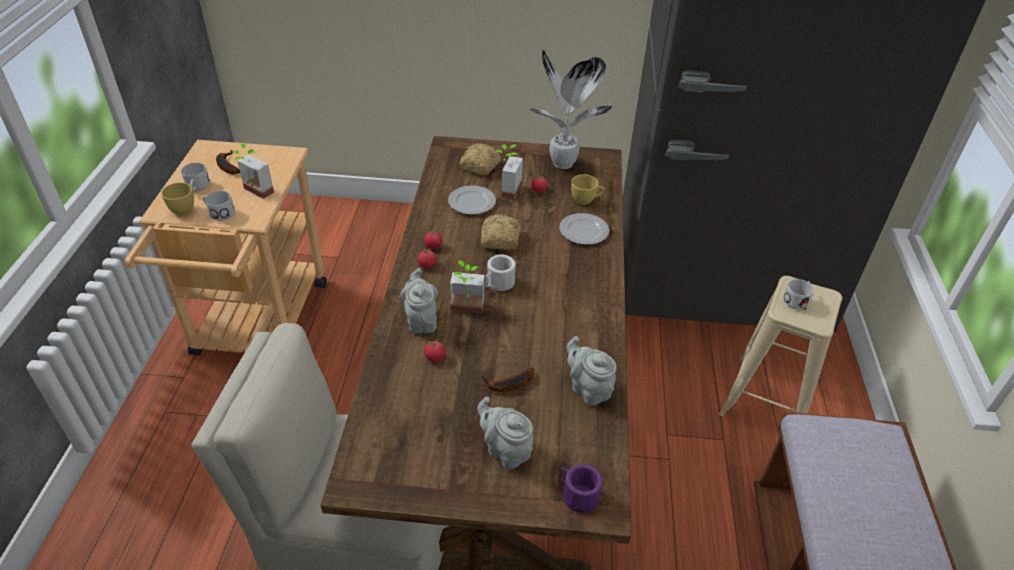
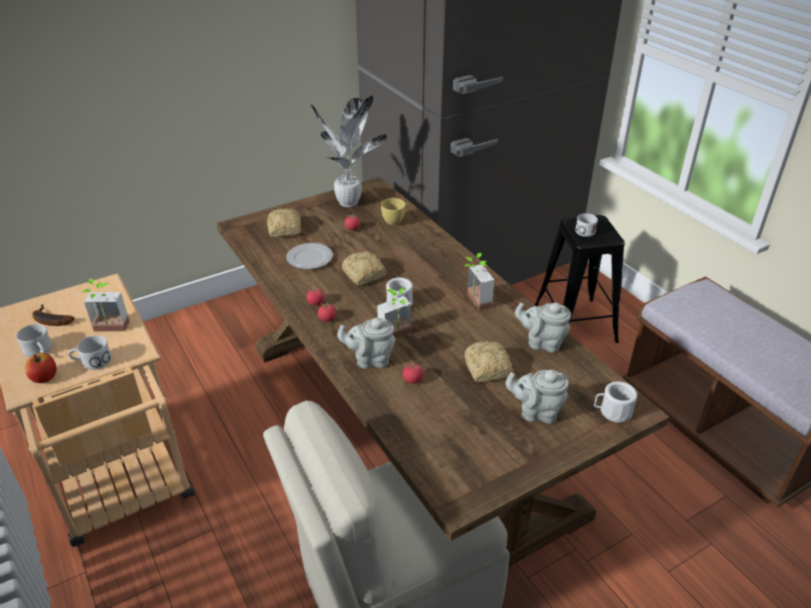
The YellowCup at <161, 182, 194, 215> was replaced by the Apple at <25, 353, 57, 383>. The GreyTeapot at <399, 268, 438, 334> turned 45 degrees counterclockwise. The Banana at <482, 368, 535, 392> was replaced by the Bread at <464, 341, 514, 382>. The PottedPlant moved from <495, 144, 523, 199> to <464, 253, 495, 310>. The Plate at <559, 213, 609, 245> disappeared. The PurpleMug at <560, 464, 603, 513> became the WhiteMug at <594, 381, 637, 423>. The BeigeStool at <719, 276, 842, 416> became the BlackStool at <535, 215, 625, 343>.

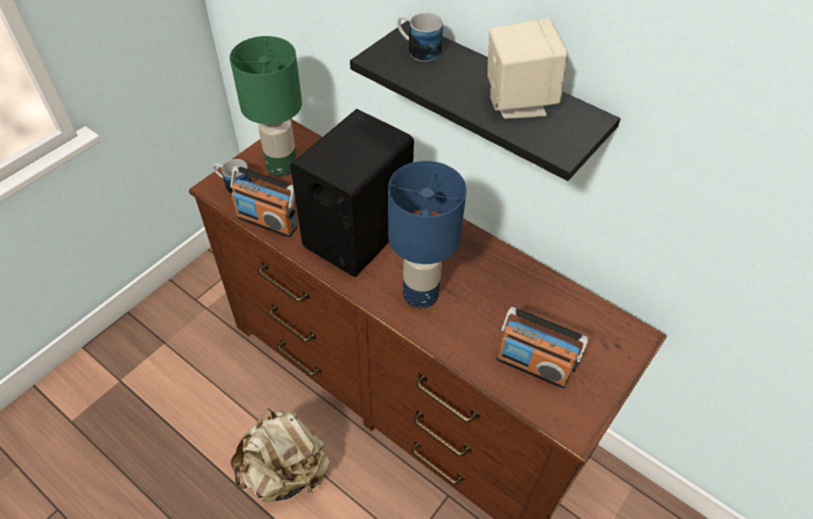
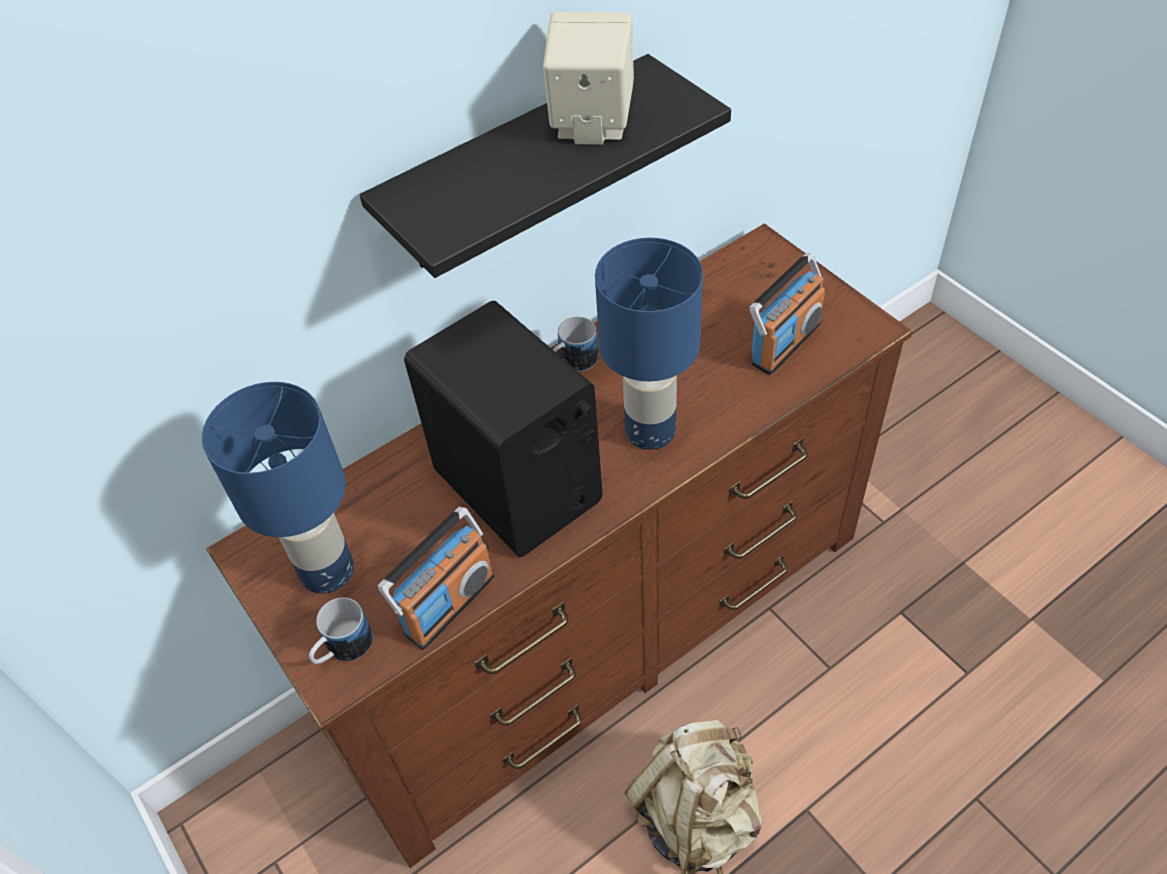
The GreenTableLamp at <230, 36, 302, 176> became the BlueTableLamp at <202, 382, 354, 594>. The Mug moved from <397, 13, 443, 62> to <552, 317, 598, 371>.

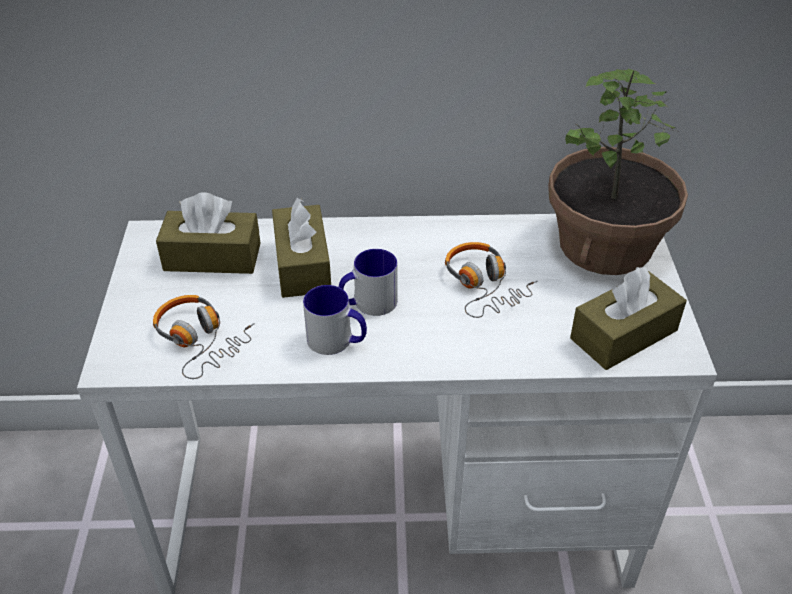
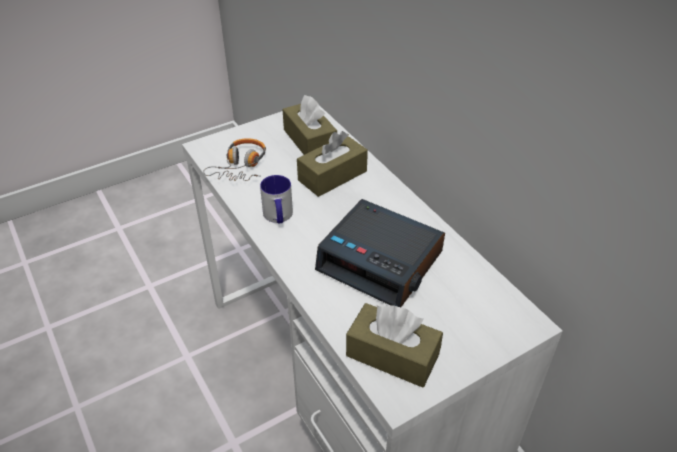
The Mug at <339, 249, 397, 316> disappeared. The Headphones at <445, 242, 538, 318> was replaced by the AlarmClock at <315, 199, 445, 307>. The PottedPlant at <548, 68, 688, 275> disappeared.

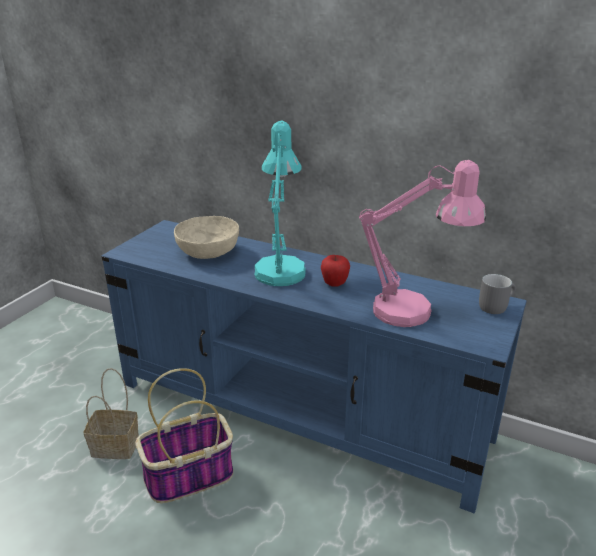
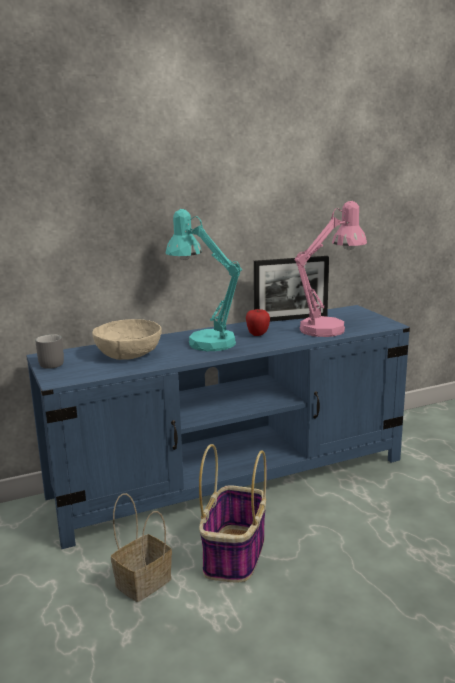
The GreyMug moved from <479, 274, 516, 314> to <35, 334, 64, 369>. The PictureFrame at <254, 256, 329, 322> appeared.

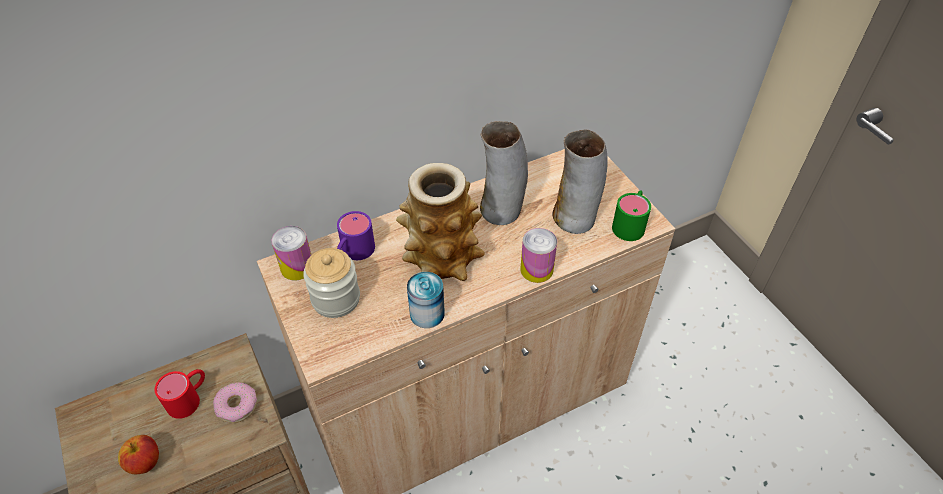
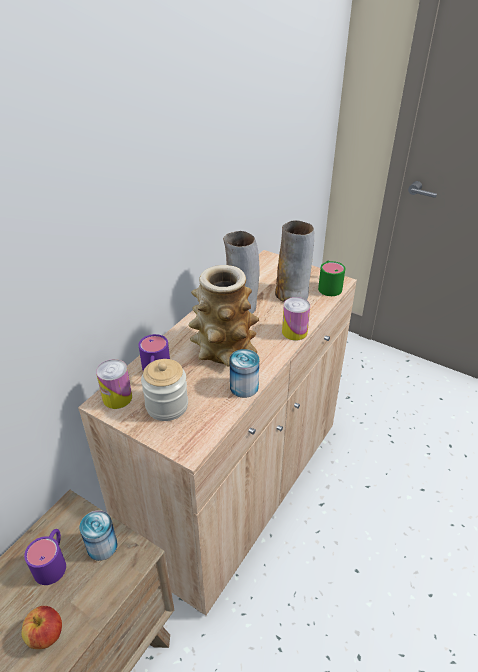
The RedMug at <155, 369, 205, 419> became the PurpleMug at <24, 529, 66, 585>. The Donut at <213, 382, 257, 423> was replaced by the Can at <79, 510, 118, 561>.

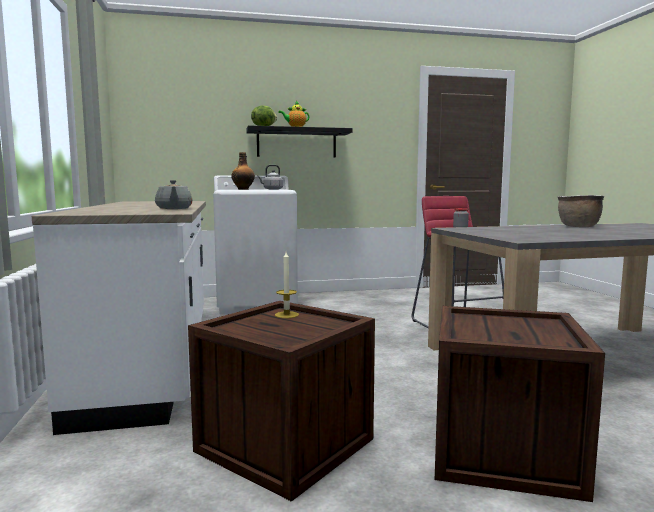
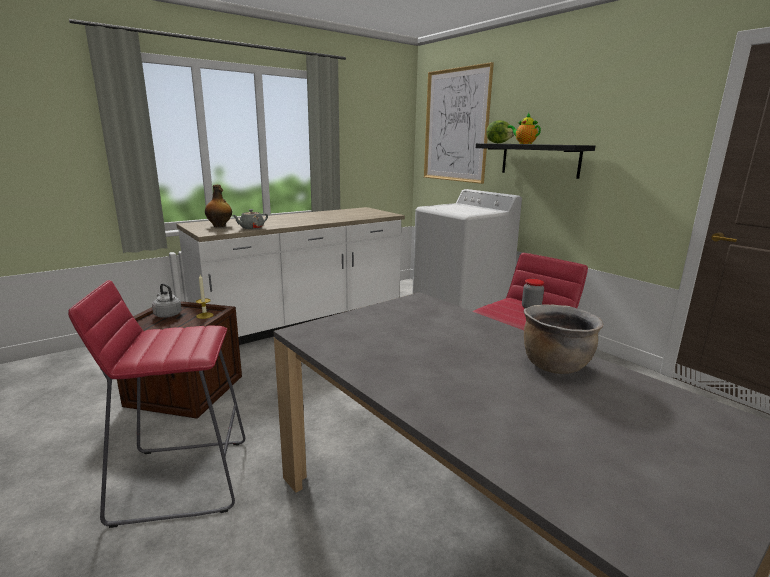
The Bottle moved from <231, 152, 255, 190> to <205, 185, 232, 227>. The GreyKettle moved from <257, 165, 283, 190> to <152, 283, 182, 318>. The Crate at <434, 306, 605, 502> was replaced by the RedStool at <68, 280, 245, 528>. The Picture at <424, 62, 494, 184> appeared.

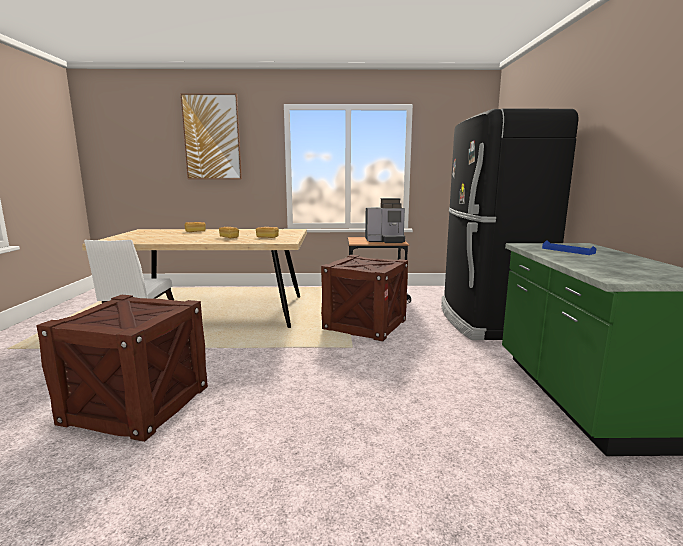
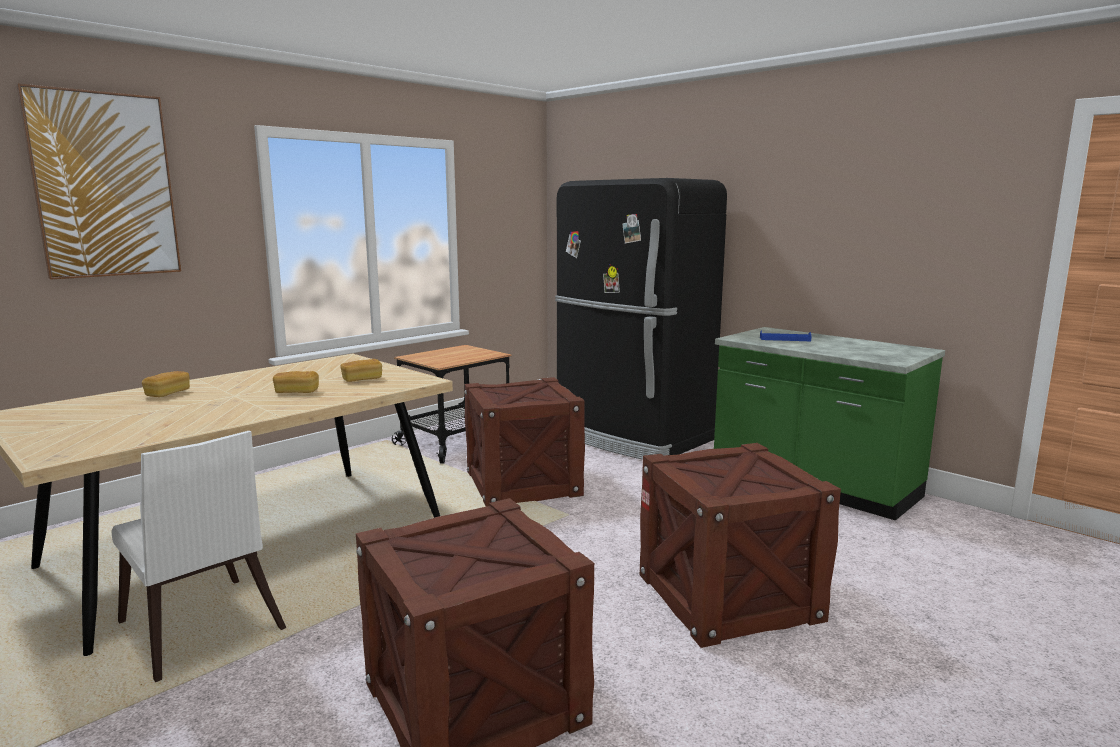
The CoffeeMachine at <365, 198, 405, 243> disappeared. The Crate at <640, 443, 841, 648> appeared.

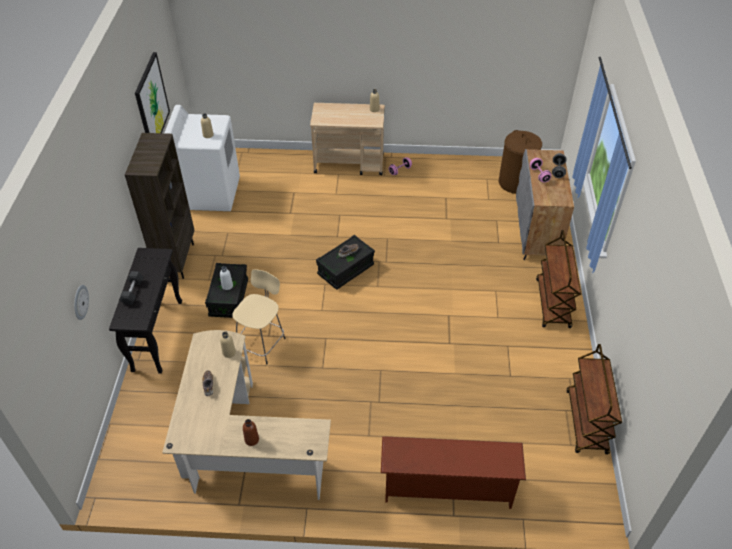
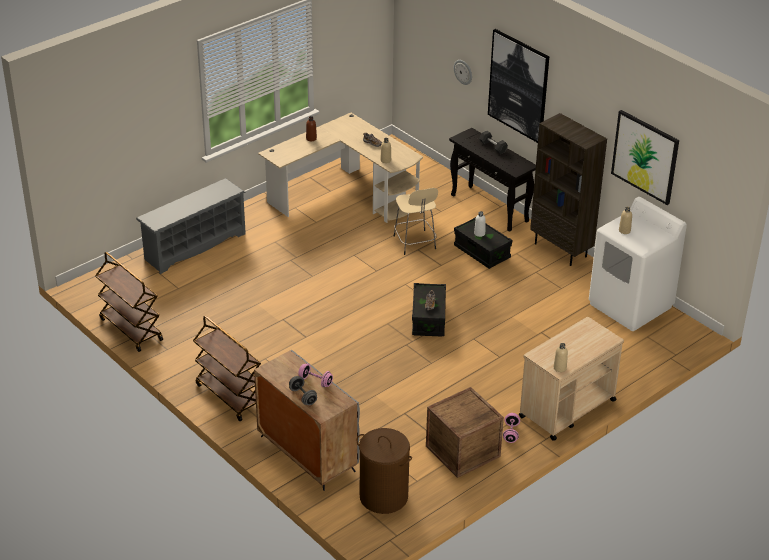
The BrownShoeRack at <381, 436, 526, 509> became the GreyShoeRack at <136, 178, 246, 274>. The Crate at <426, 387, 504, 478> appeared. The Picture at <488, 29, 549, 143> appeared.

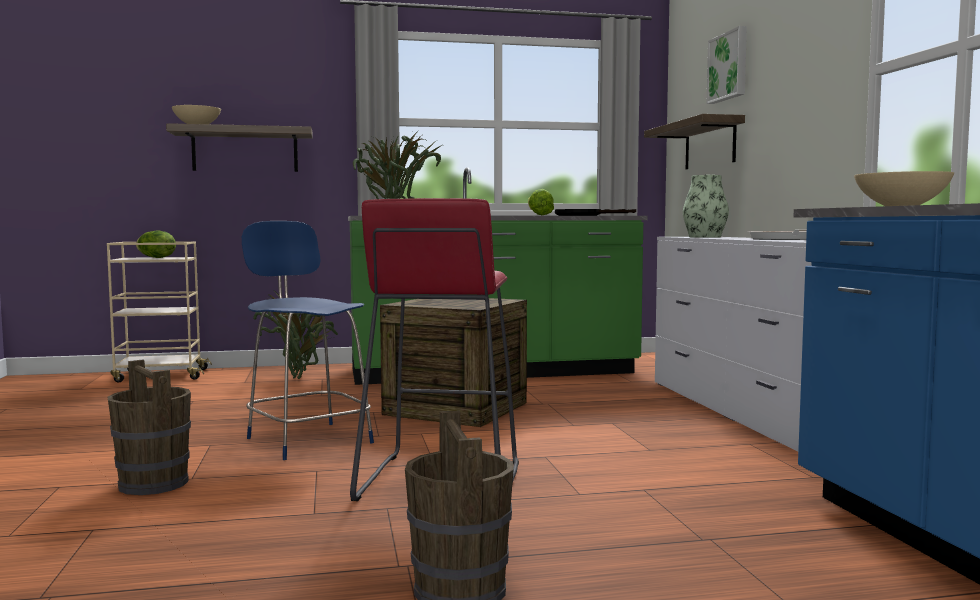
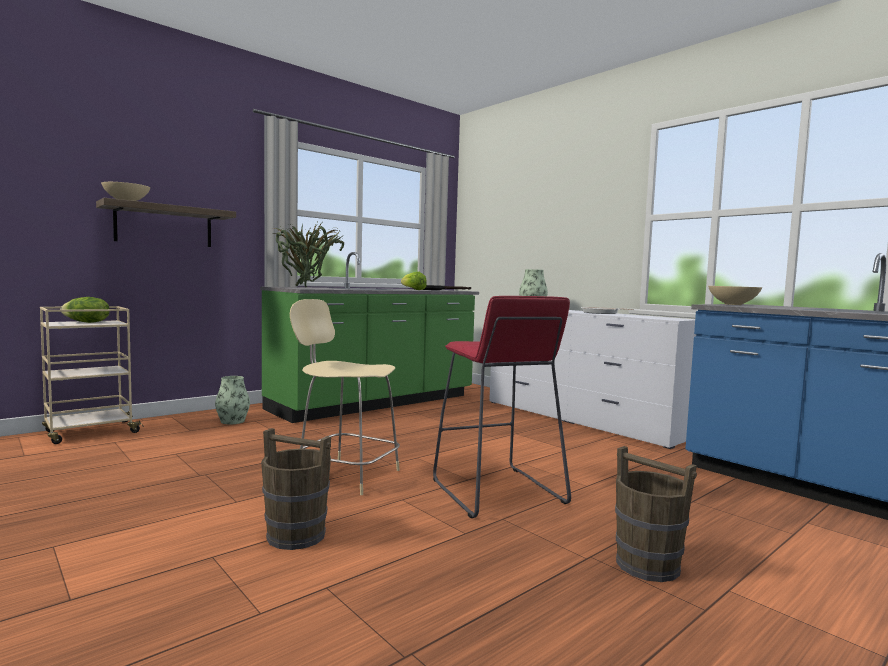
The BlueChair at <242, 221, 374, 460> became the BeigeChair at <290, 299, 400, 495>. The PottedPlant at <253, 290, 338, 379> was replaced by the Vase at <215, 376, 250, 424>. The Crate at <380, 298, 527, 427> disappeared. The Shelf at <644, 114, 745, 170> disappeared. The Picture at <707, 26, 747, 104> disappeared.

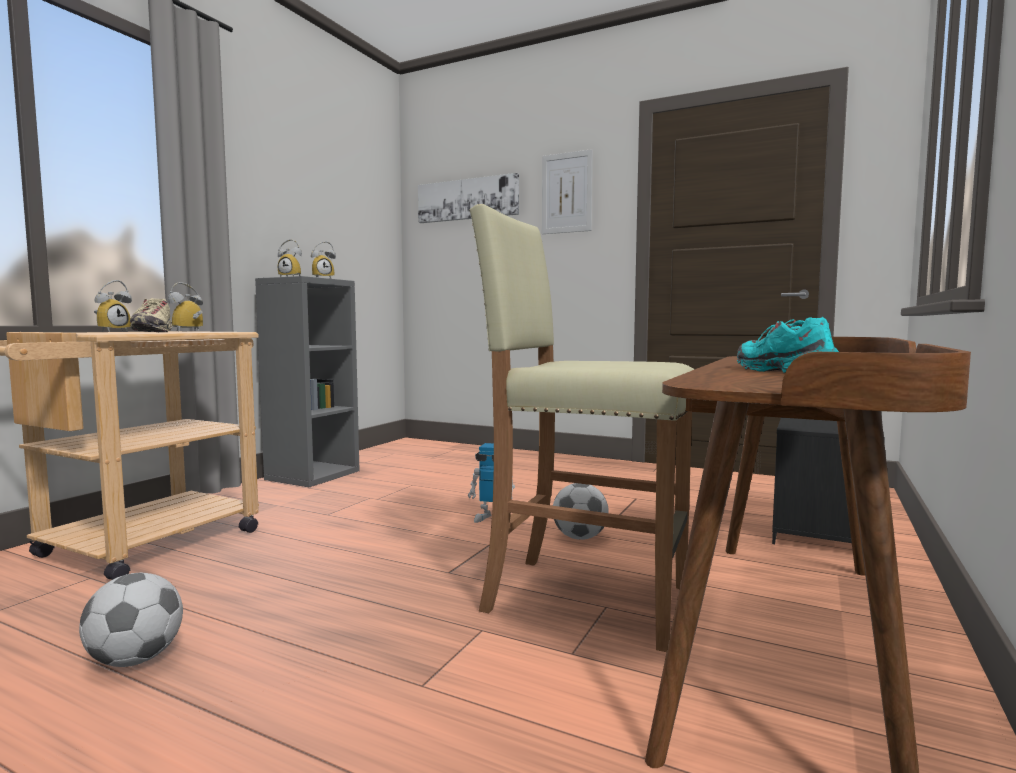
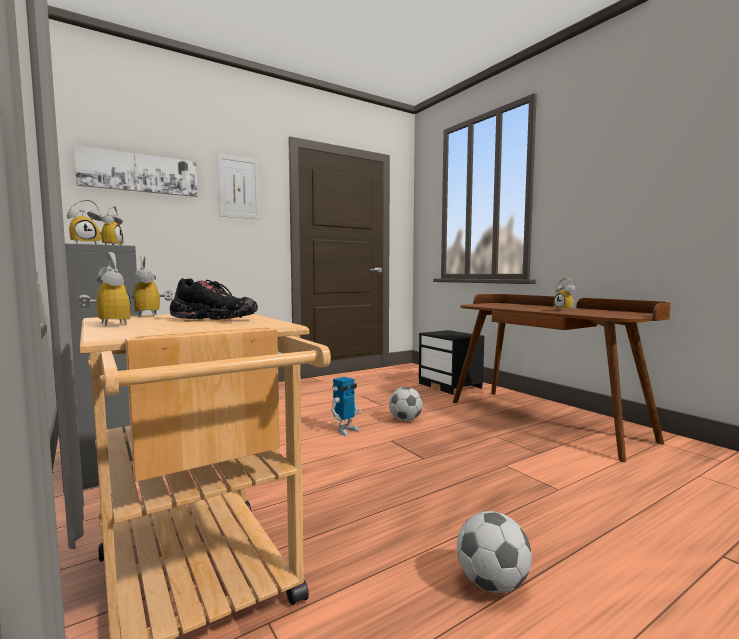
The BeigeShoe at <130, 298, 172, 332> became the BlackShoe at <170, 278, 258, 320>. The BeigeStool at <470, 204, 694, 652> disappeared. The TurquoiseShoe at <737, 317, 839, 373> was replaced by the AlarmClock at <554, 278, 575, 311>.

